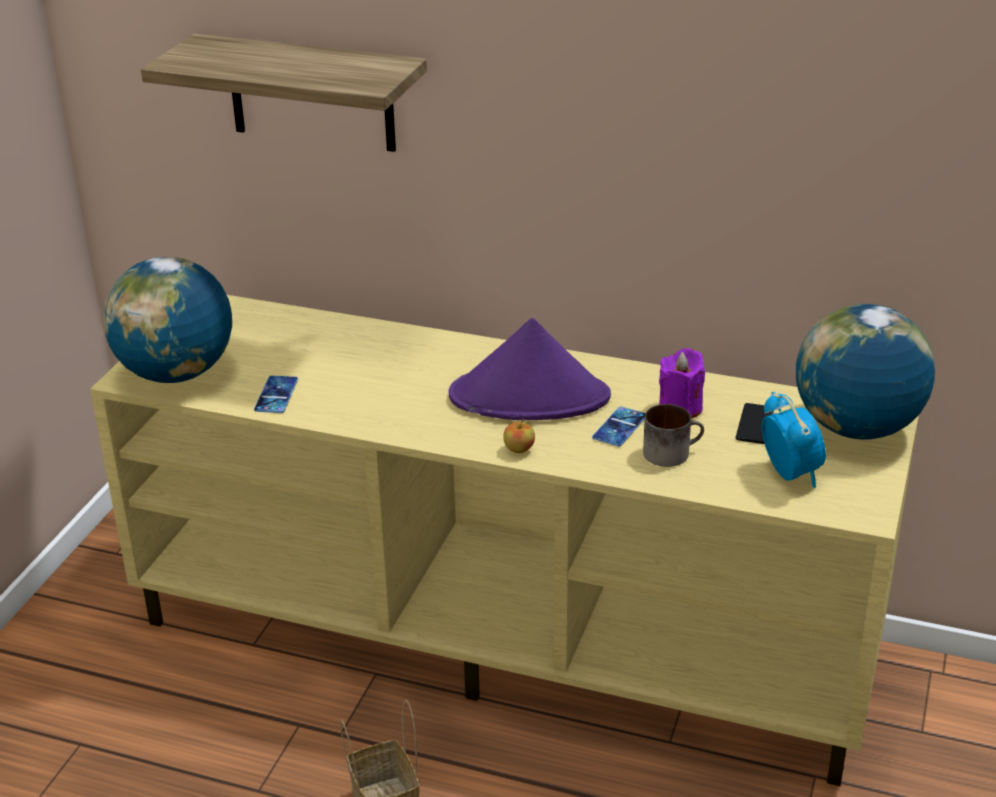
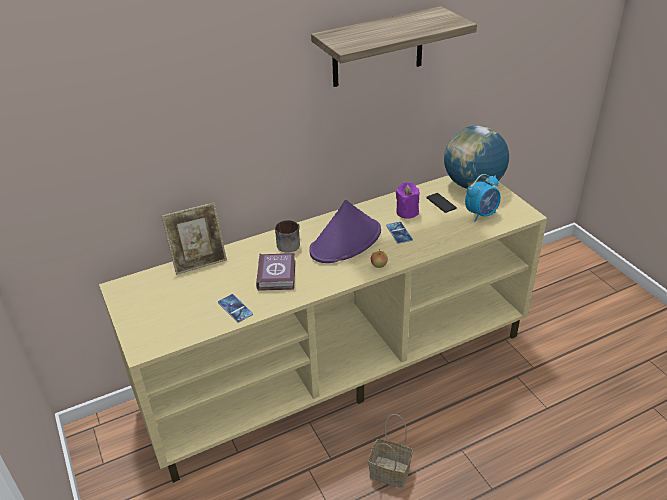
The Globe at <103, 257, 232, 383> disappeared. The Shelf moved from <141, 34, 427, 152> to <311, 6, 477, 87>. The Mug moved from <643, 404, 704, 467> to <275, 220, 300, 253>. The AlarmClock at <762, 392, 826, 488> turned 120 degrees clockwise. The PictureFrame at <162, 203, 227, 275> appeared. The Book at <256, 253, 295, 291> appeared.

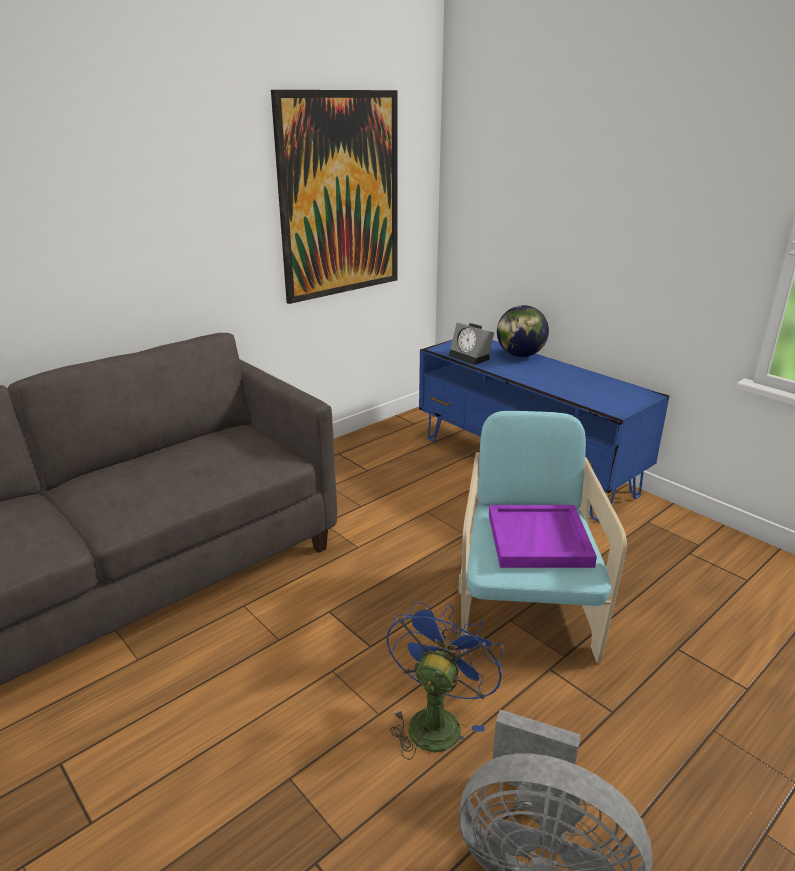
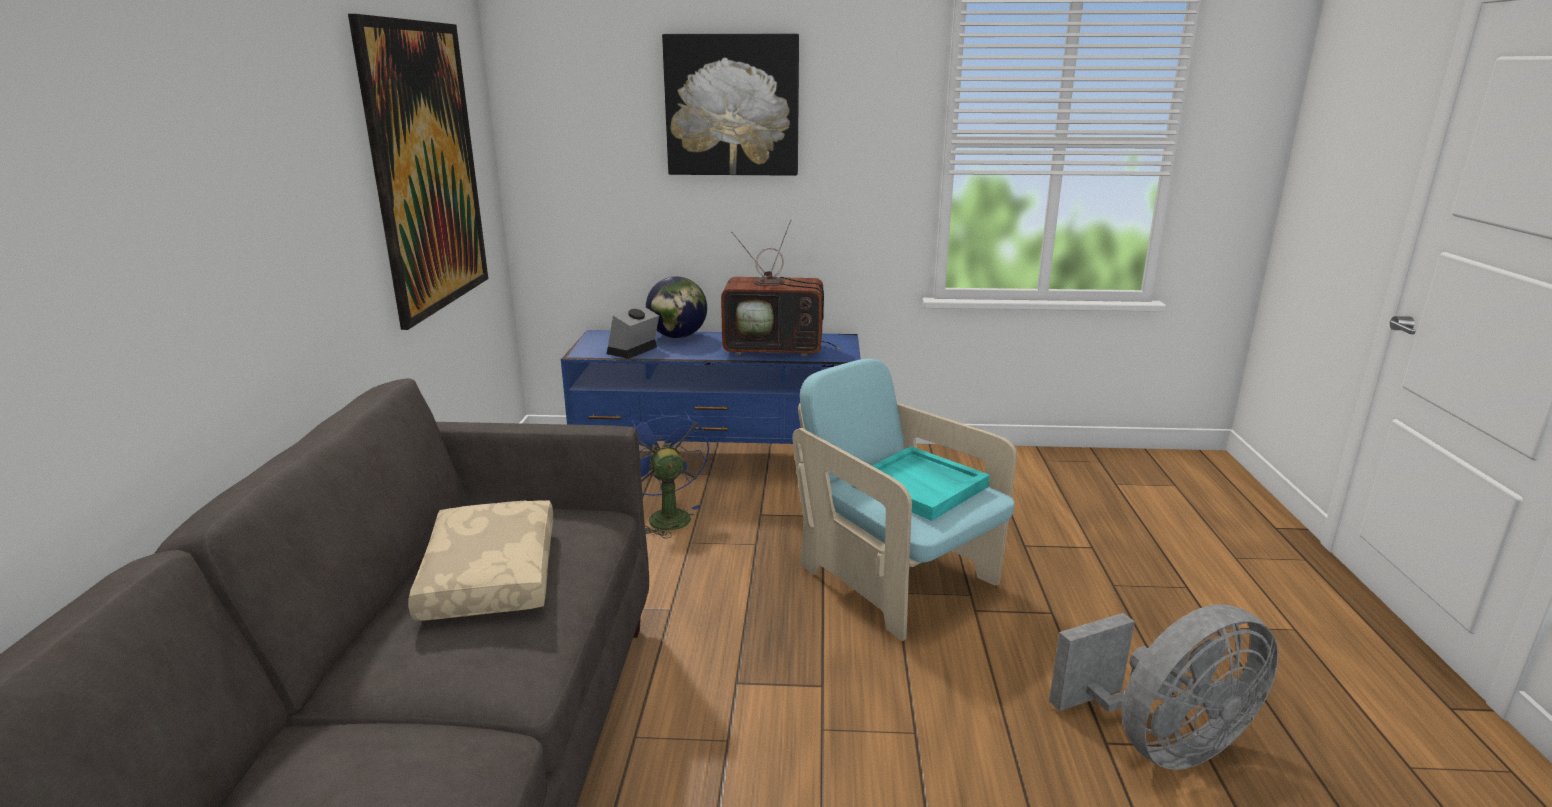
The BlueFan moved from <387, 601, 504, 760> to <631, 409, 709, 538>. The AlarmClock at <449, 323, 494, 365> turned 120 degrees clockwise. The PurpleTray at <489, 505, 597, 568> became the TurquoiseTray at <852, 446, 990, 521>. The BeigePillow at <408, 500, 553, 620> appeared. The Picture at <662, 34, 799, 176> appeared. The Television at <721, 220, 841, 357> appeared.

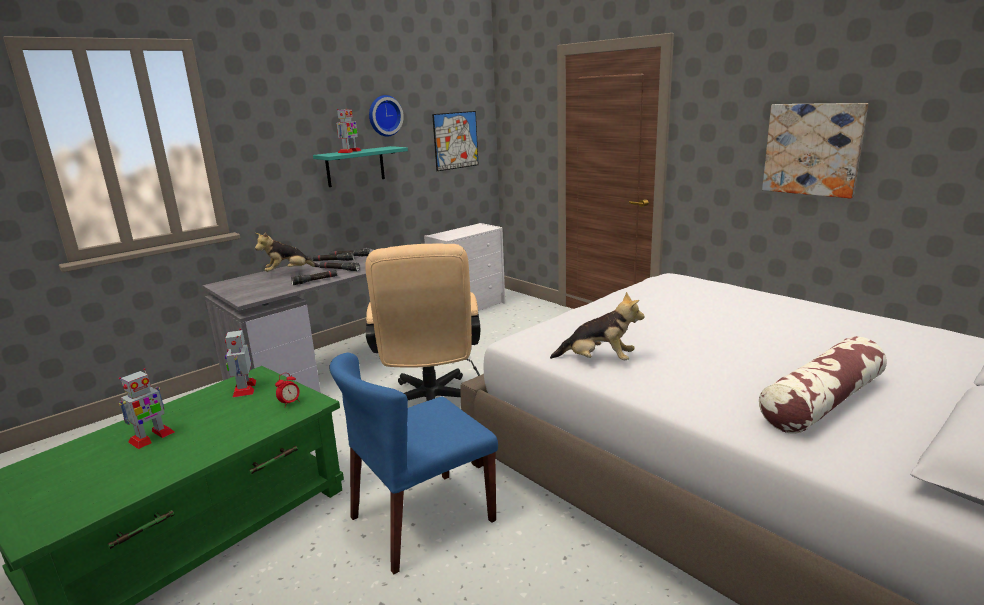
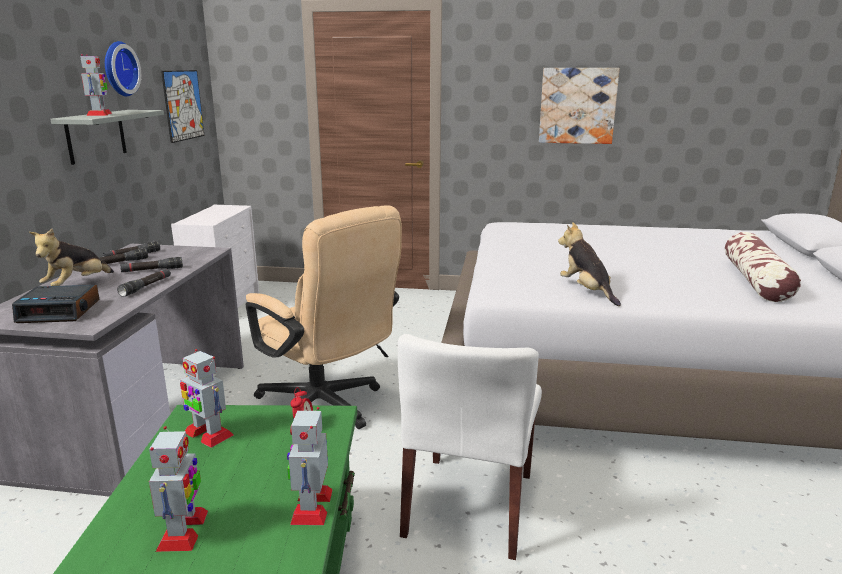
The TurquoiseShelf at <313, 146, 408, 187> became the GreyShelf at <50, 110, 164, 165>. The BlueChair at <329, 353, 498, 574> became the WhiteChair at <398, 334, 542, 560>. The PlushToy at <550, 292, 644, 360> turned 90 degrees counterclockwise. The AlarmClock at <12, 285, 99, 323> appeared. The ToyRobot at <287, 407, 333, 525> appeared.

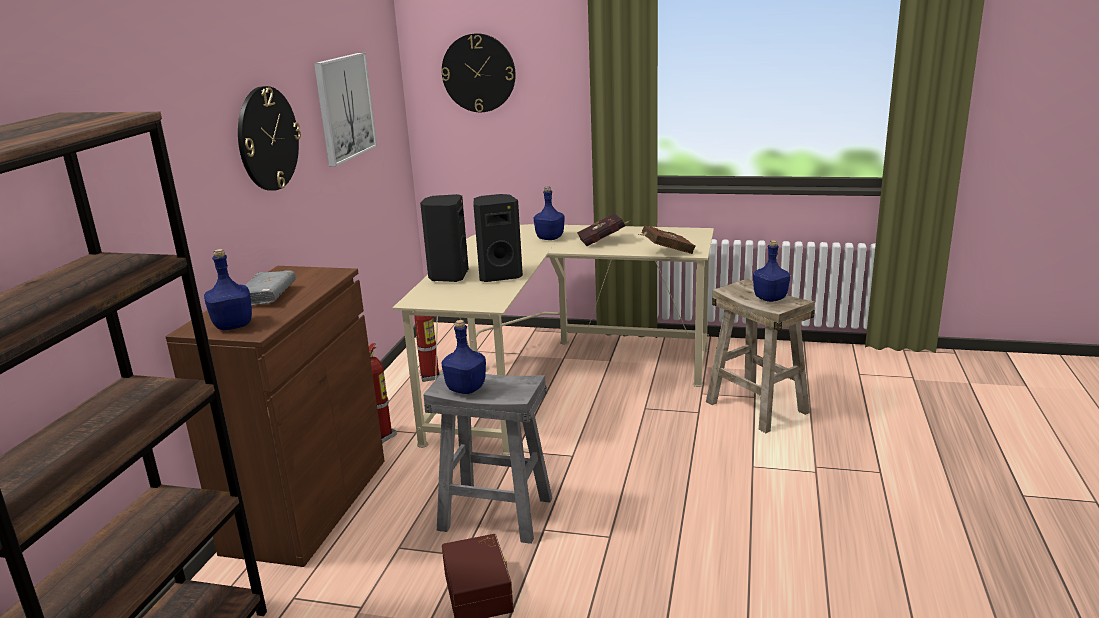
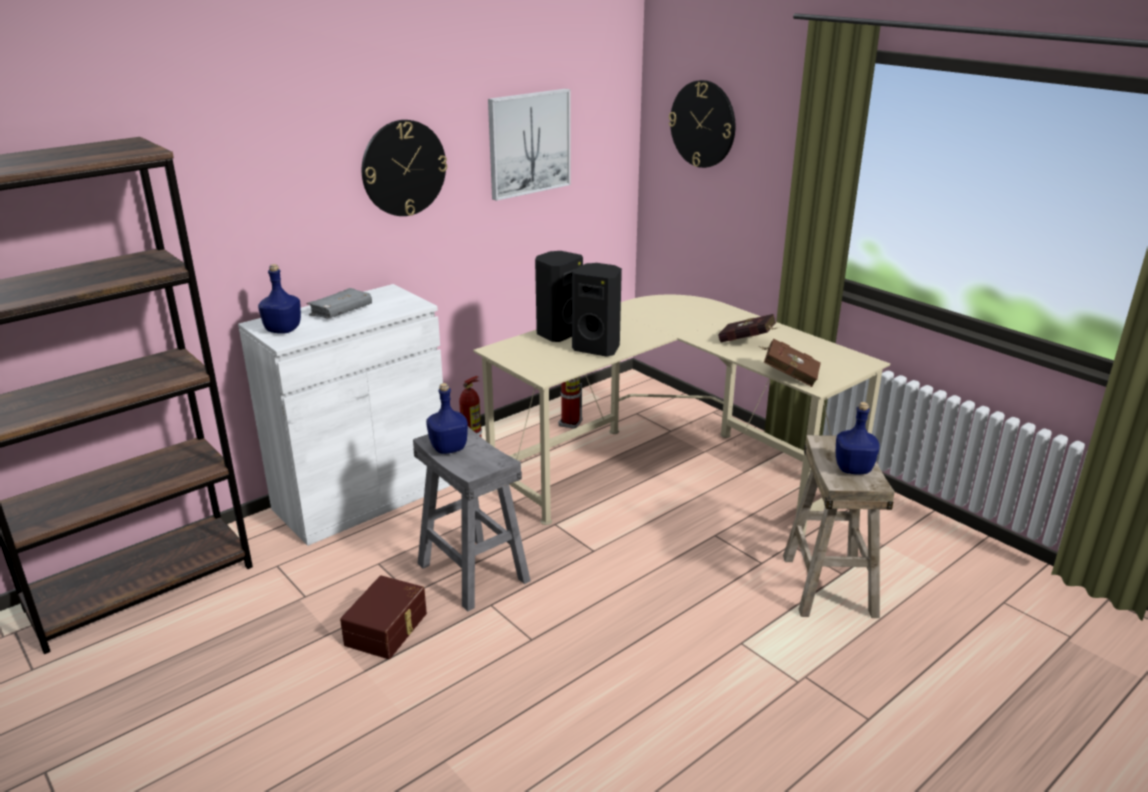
The BrownCabinet at <166, 266, 385, 567> became the WhiteCabinet at <238, 284, 450, 546>. The BlueBottle at <534, 186, 565, 240> disappeared.

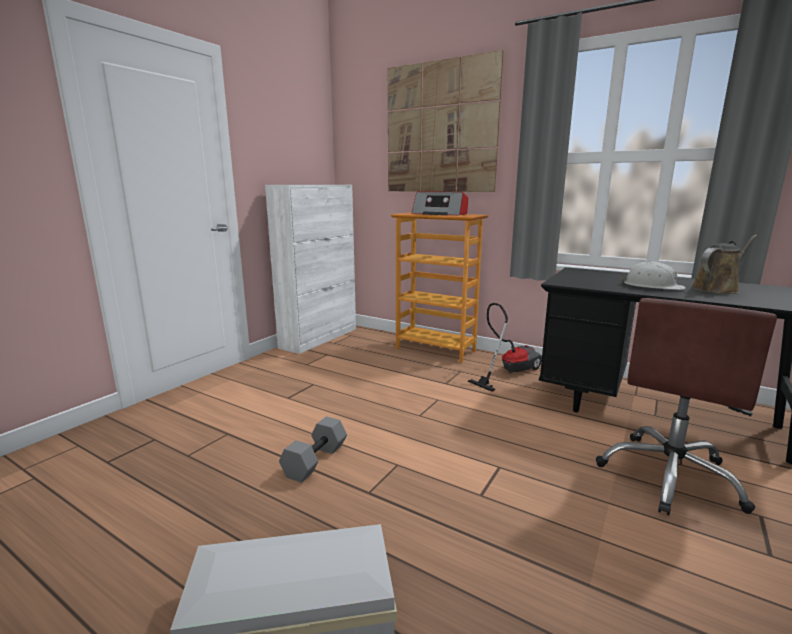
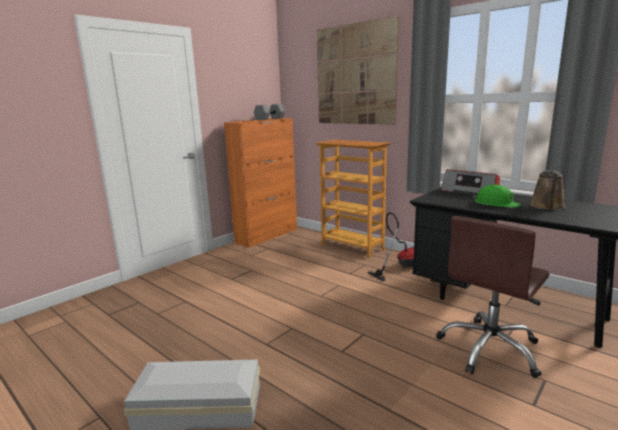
The WhiteCabinet at <265, 185, 356, 354> became the OrangeCabinet at <224, 118, 297, 247>. The GreyDumbbell moved from <279, 416, 347, 483> to <254, 104, 285, 120>. The Radio moved from <412, 191, 468, 216> to <441, 169, 500, 196>. The WhiteHardHat at <621, 261, 686, 290> became the GreenHardHat at <473, 184, 521, 208>. The BrownWateringCan at <691, 235, 758, 294> turned 135 degrees clockwise.

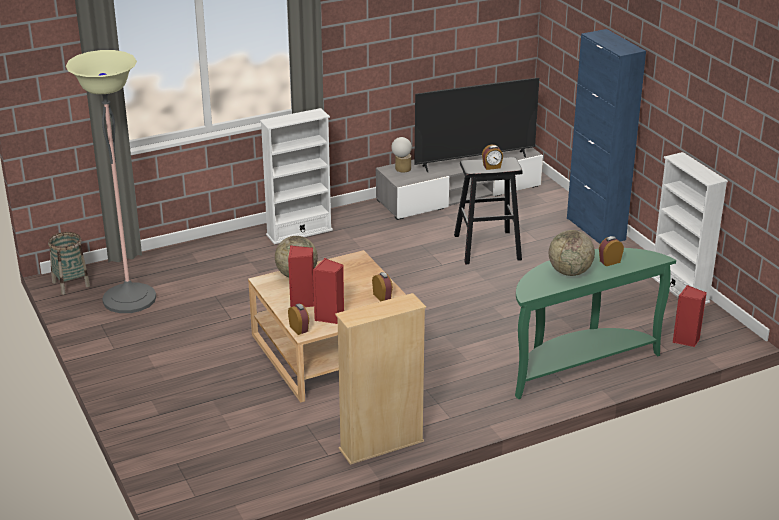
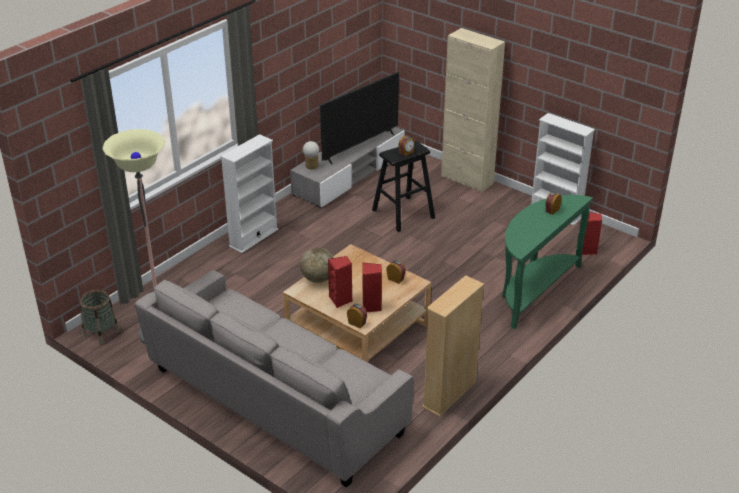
The Globe at <549, 230, 595, 276> disappeared. The BlueCabinet at <567, 29, 646, 244> became the BeigeCabinet at <441, 28, 505, 193>. The GreySofa at <135, 270, 413, 488> appeared.

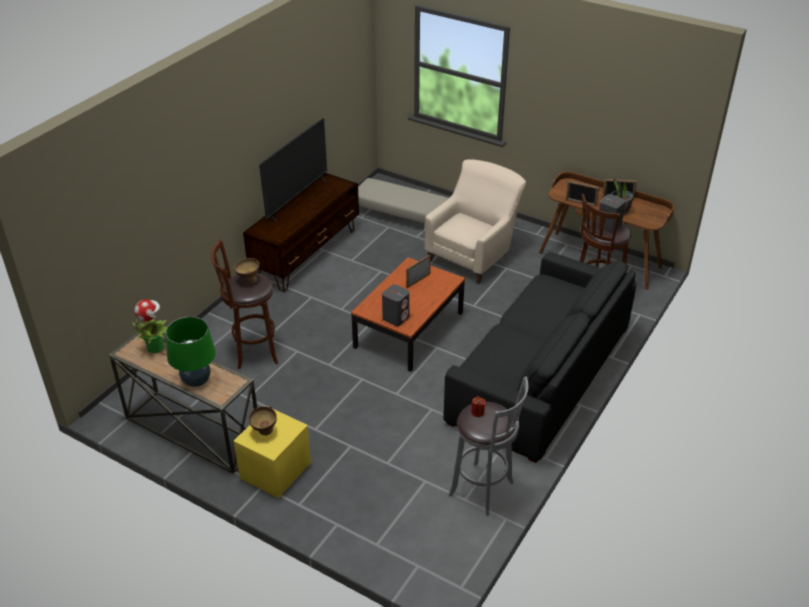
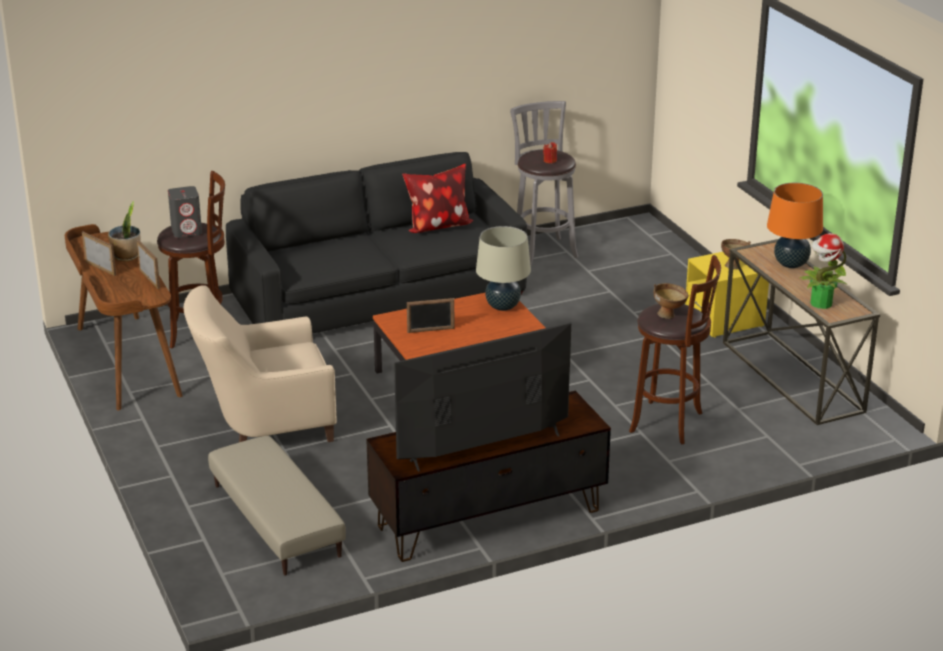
The GreenTableLamp at <165, 316, 216, 387> became the OrangeTableLamp at <767, 183, 823, 268>. The GreySpeaker at <382, 284, 409, 326> was replaced by the BeigeTableLamp at <476, 226, 531, 311>. The Pillow at <402, 164, 473, 233> appeared.

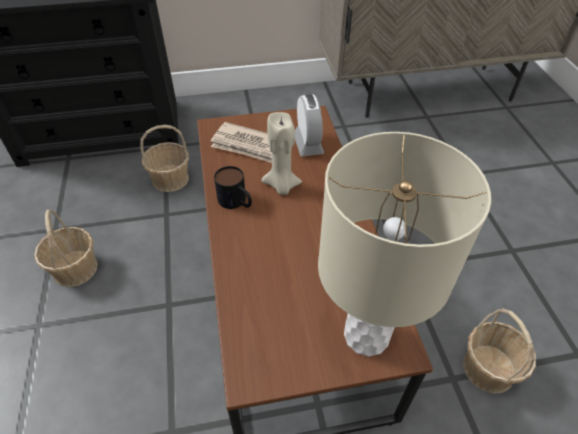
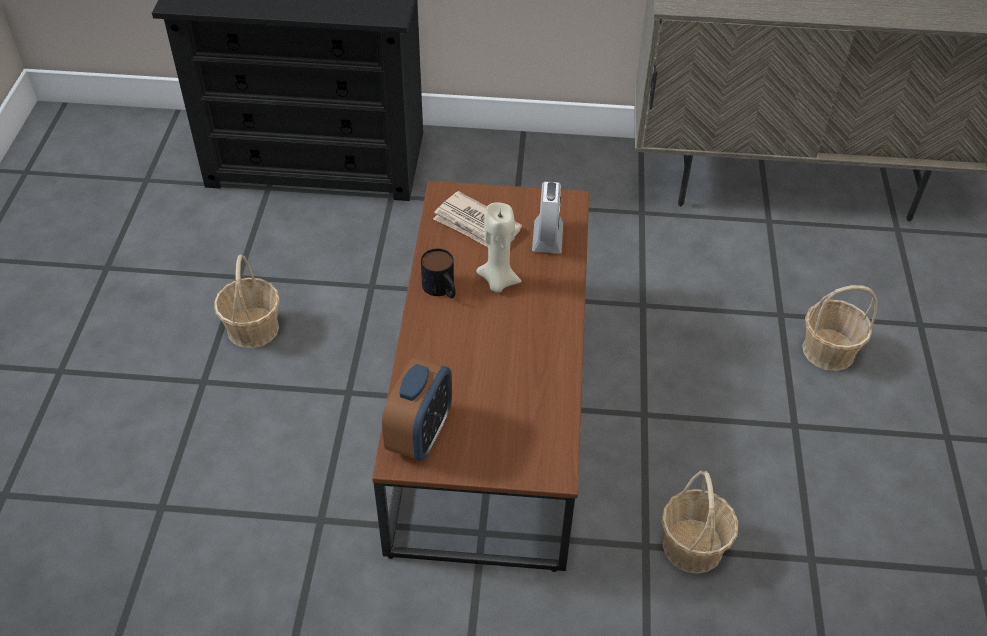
The Basket moved from <140, 125, 189, 192> to <802, 285, 878, 371>. The BeigeTableLamp at <318, 132, 491, 357> disappeared. The AlarmClock at <382, 357, 452, 461> appeared.

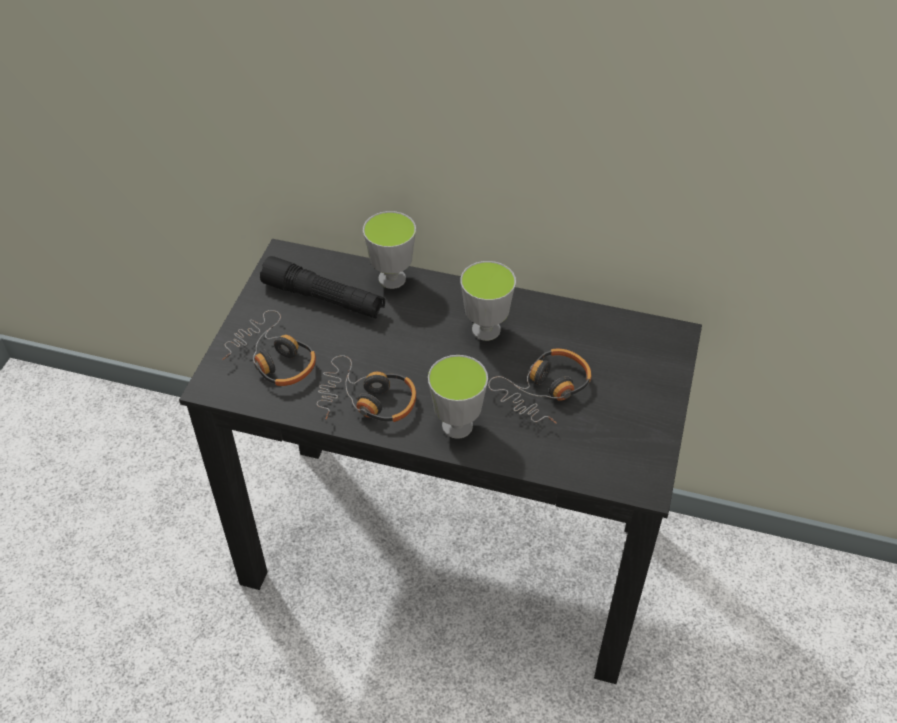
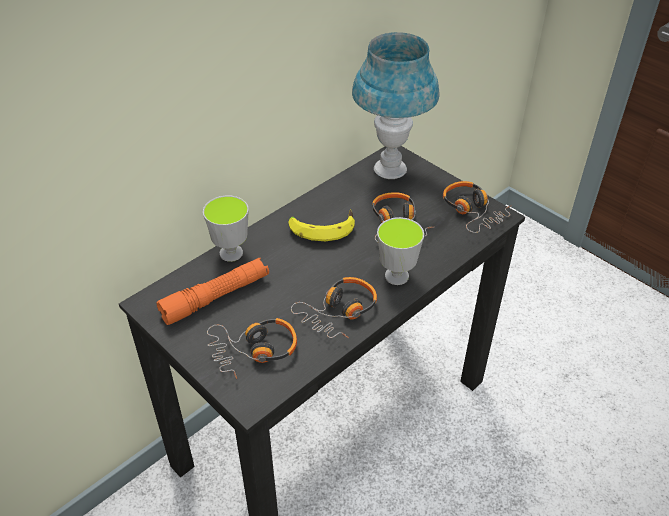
The BlackFlashlight at <260, 256, 385, 319> became the OrangeFlashlight at <156, 258, 269, 325>. The Cup at <460, 261, 516, 341> was replaced by the Banana at <288, 209, 355, 241>. The BlueTableLamp at <352, 32, 440, 179> appeared. The Headphones at <443, 181, 512, 233> appeared.

